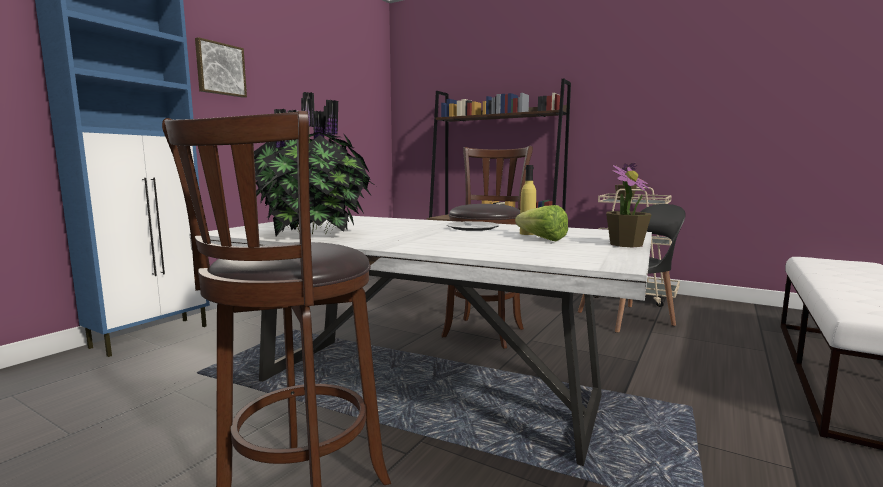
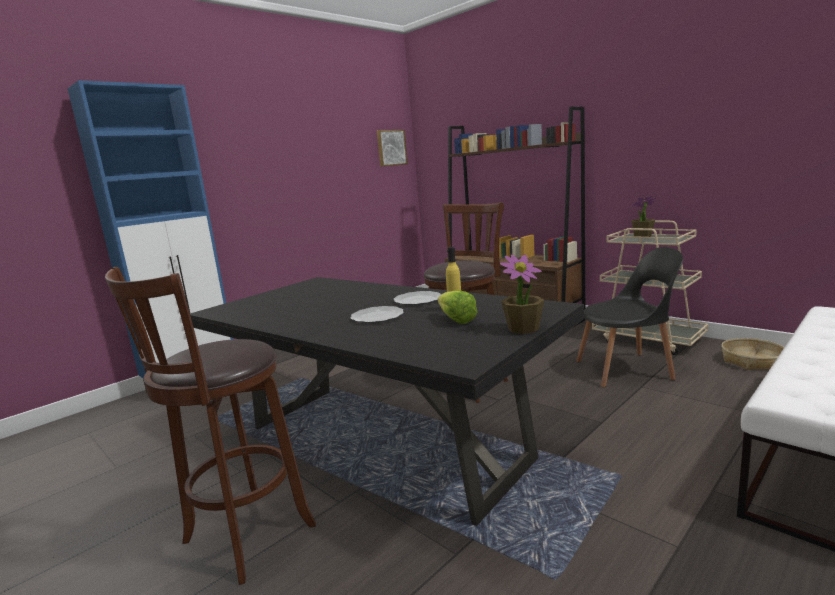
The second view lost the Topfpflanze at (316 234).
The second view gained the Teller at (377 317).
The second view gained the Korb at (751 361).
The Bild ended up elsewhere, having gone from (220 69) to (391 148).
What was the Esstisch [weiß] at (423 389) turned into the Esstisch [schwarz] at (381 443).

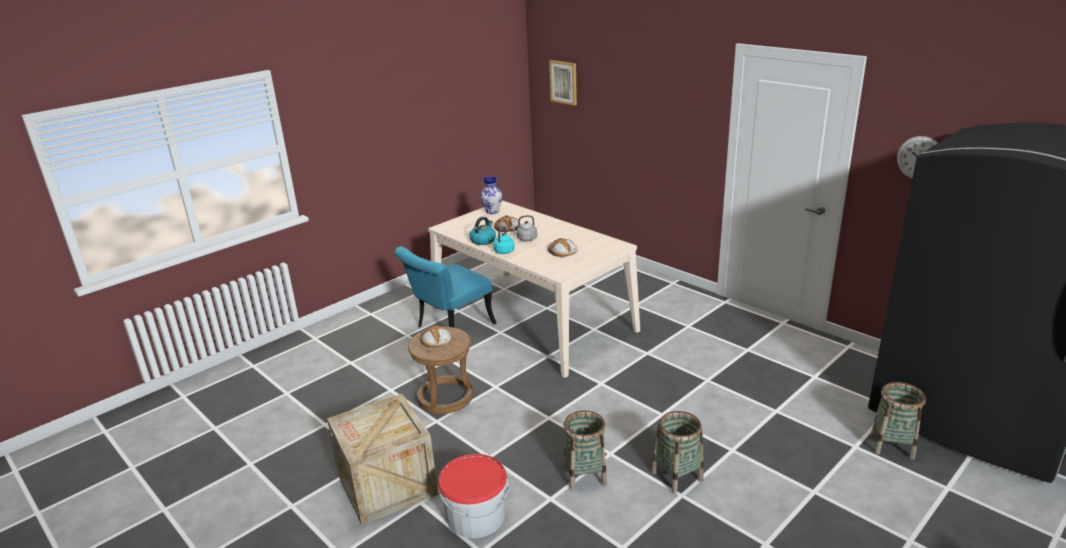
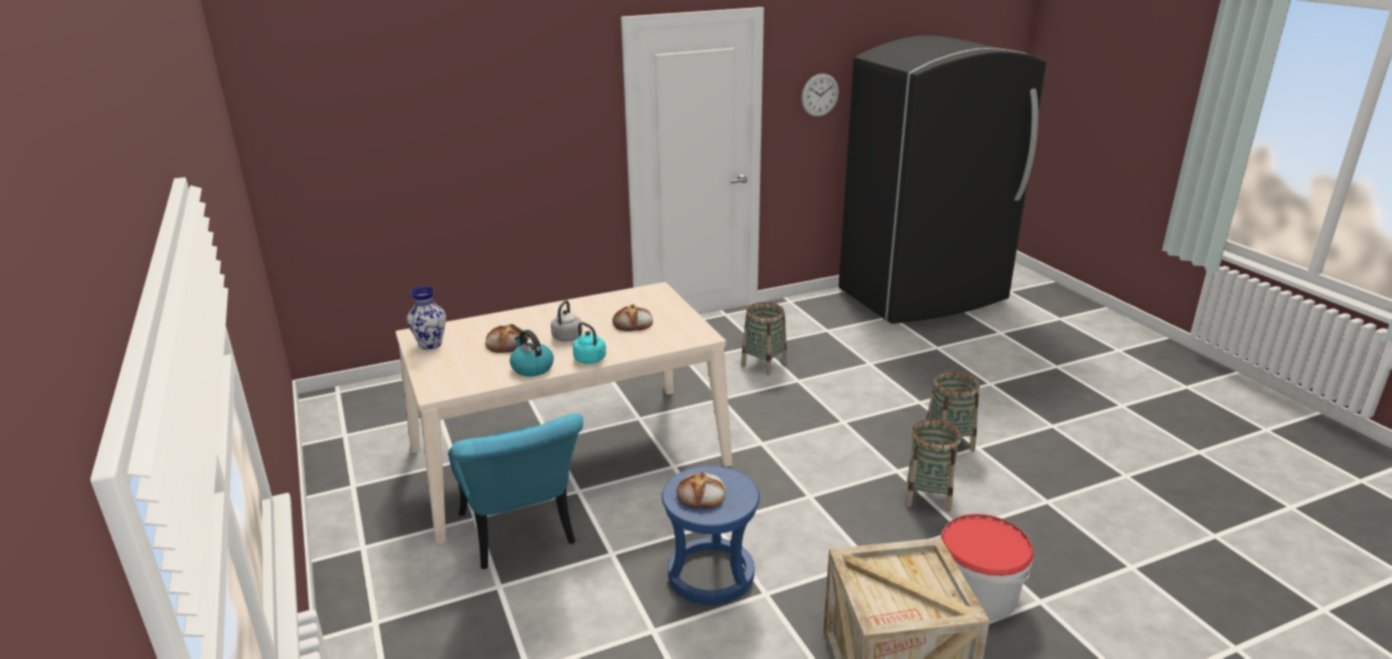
The second view lost the Bild at (564 82).
The Korb ended up elsewhere, having gone from (892 445) to (764 364).
What was the Hocker [braun] at (445 397) turned into the Hocker [blau] at (710 574).

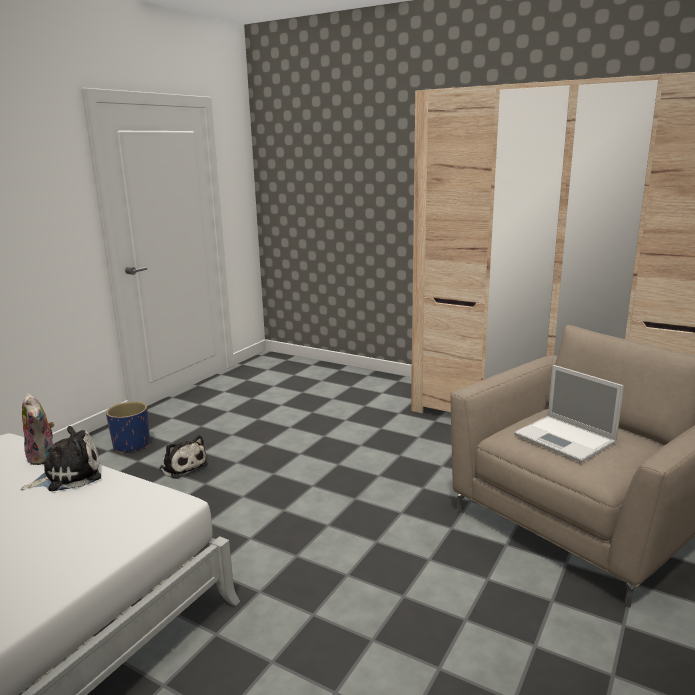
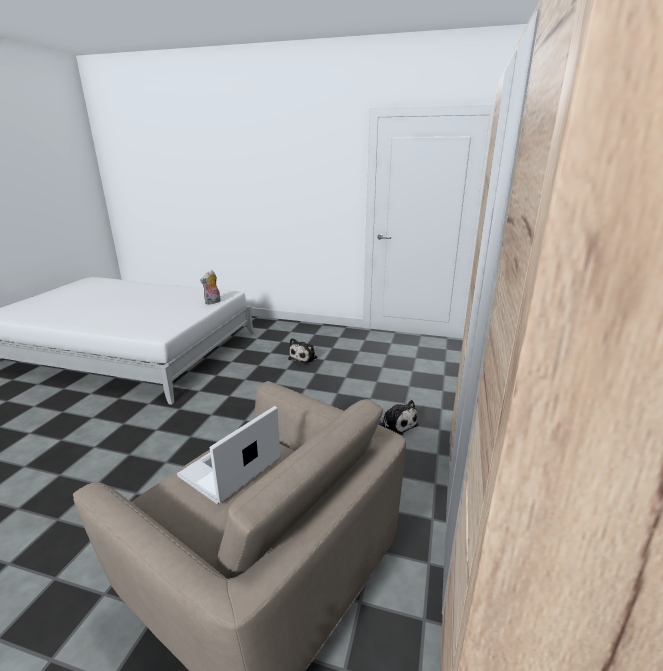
The second view lost the Pflanzkübel [blau] at (132 445).
The Plüschtier ended up elsewhere, having gone from (68 475) to (396 425).

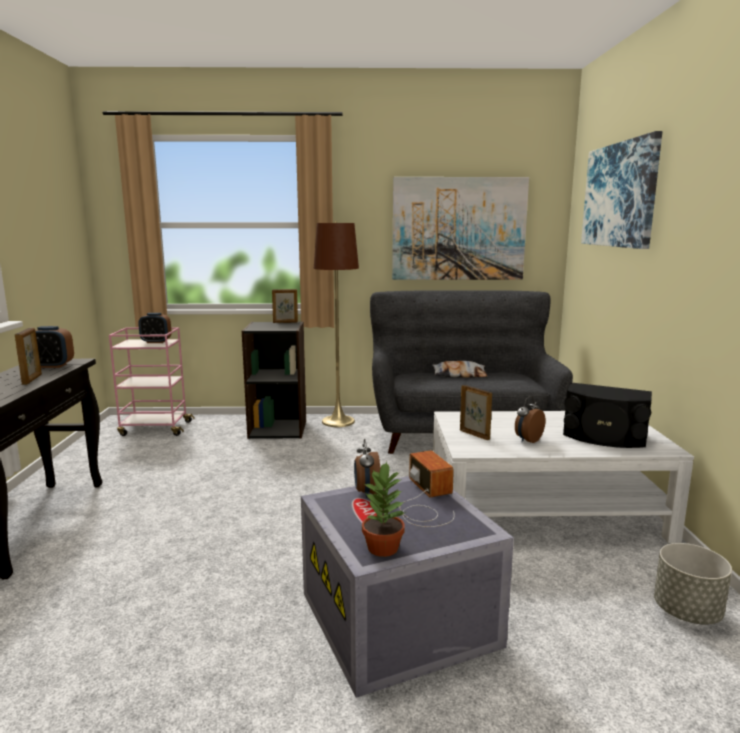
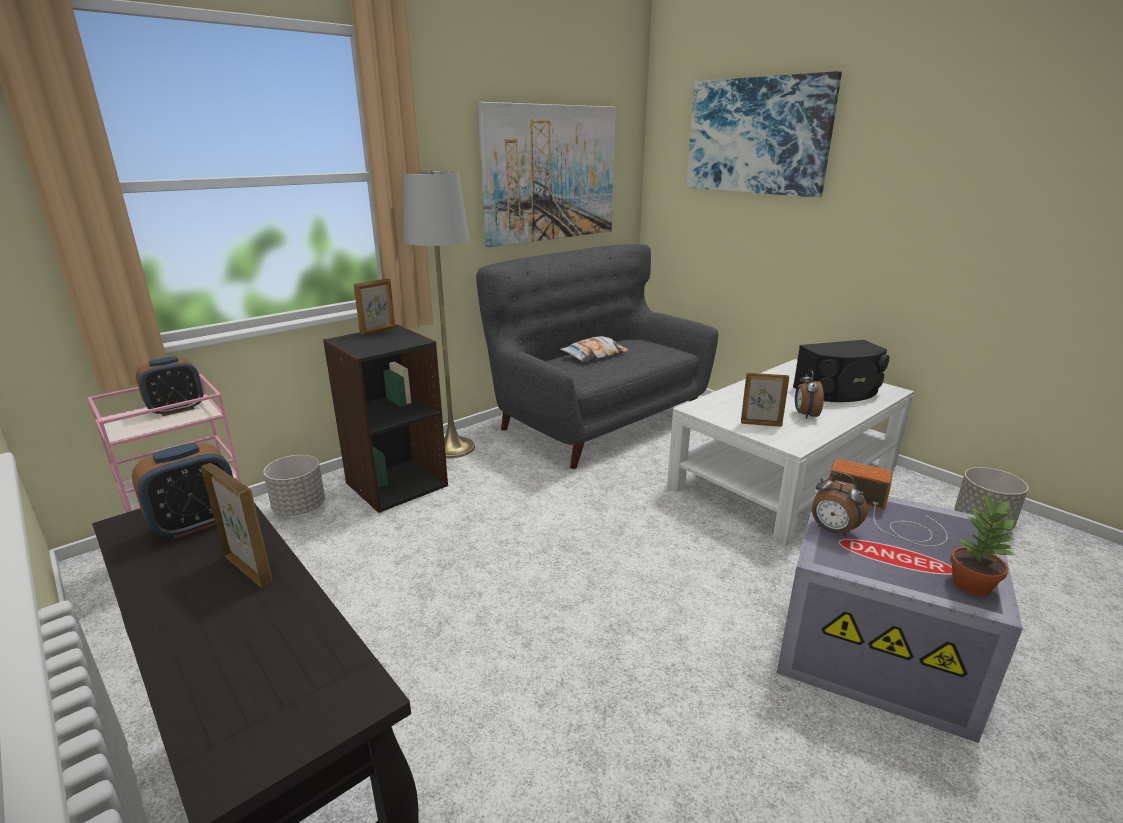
The second view gained the Pflanzkübel [grau] at (300 508).
What was the Stehlampe [braun] at (338 421) turned into the Stehlampe [grau] at (452 447).

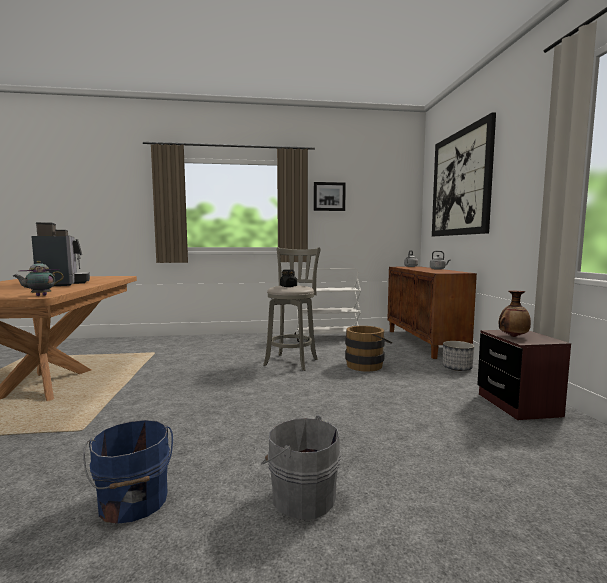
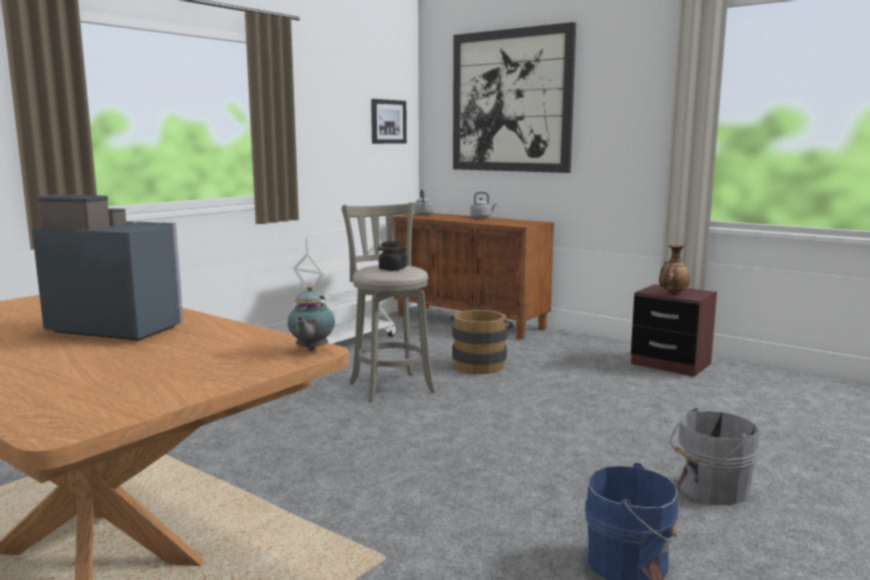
The second view lost the Pflanzkübel at (457 368).
The Bild ended up elsewhere, having gone from (329 196) to (388 121).

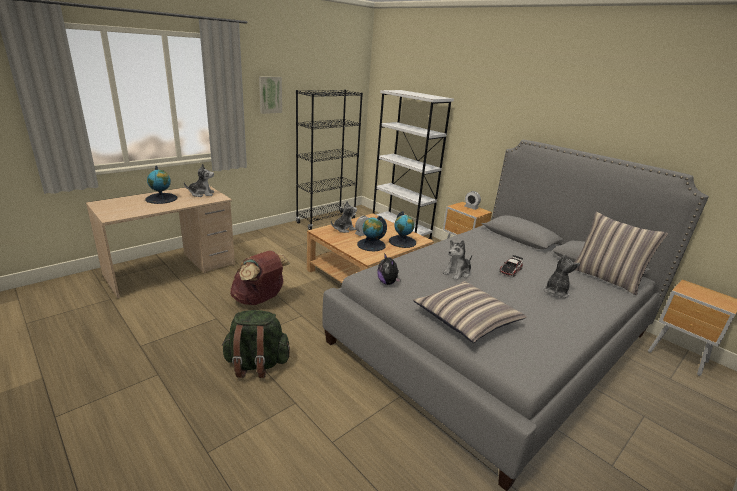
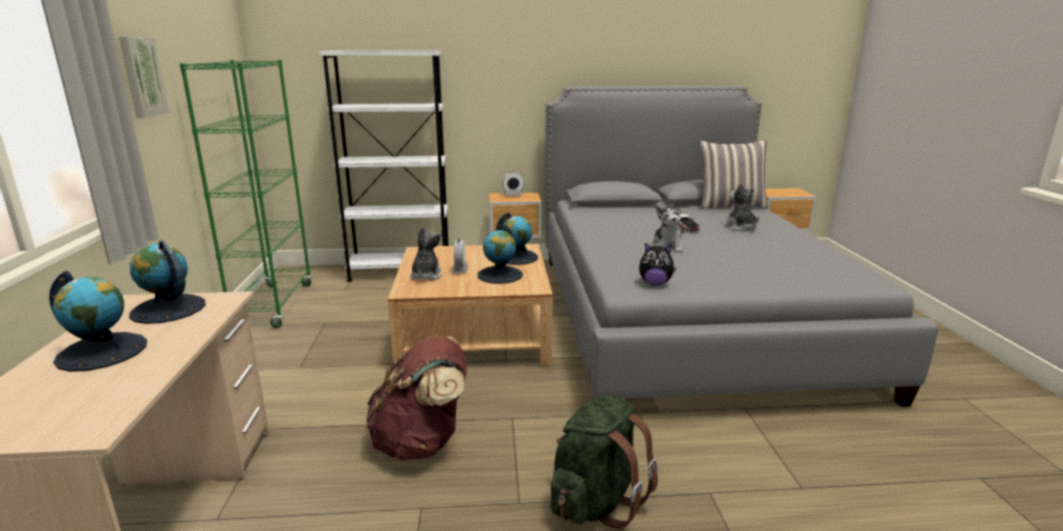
The second view lost the Kissen at (466 319).
Where the Plüschtier stood at (201 194), the Globus came to stand at (168 309).
What was the Bücherregal [schwarz] at (326 220) turned into the Bücherregal [grün] at (274 305).

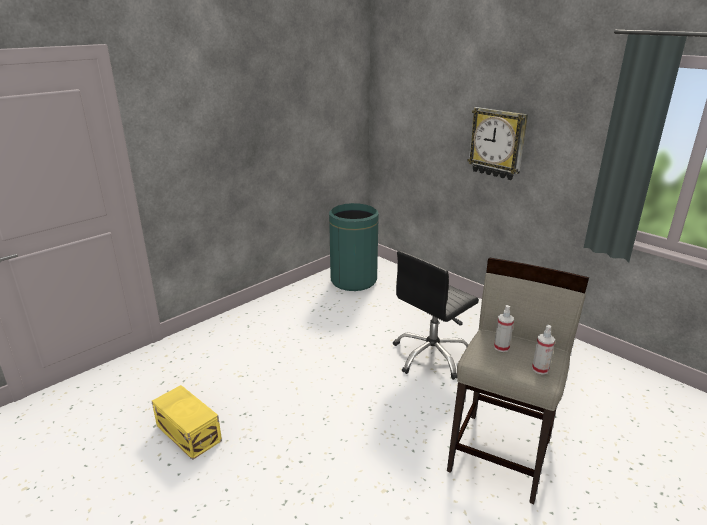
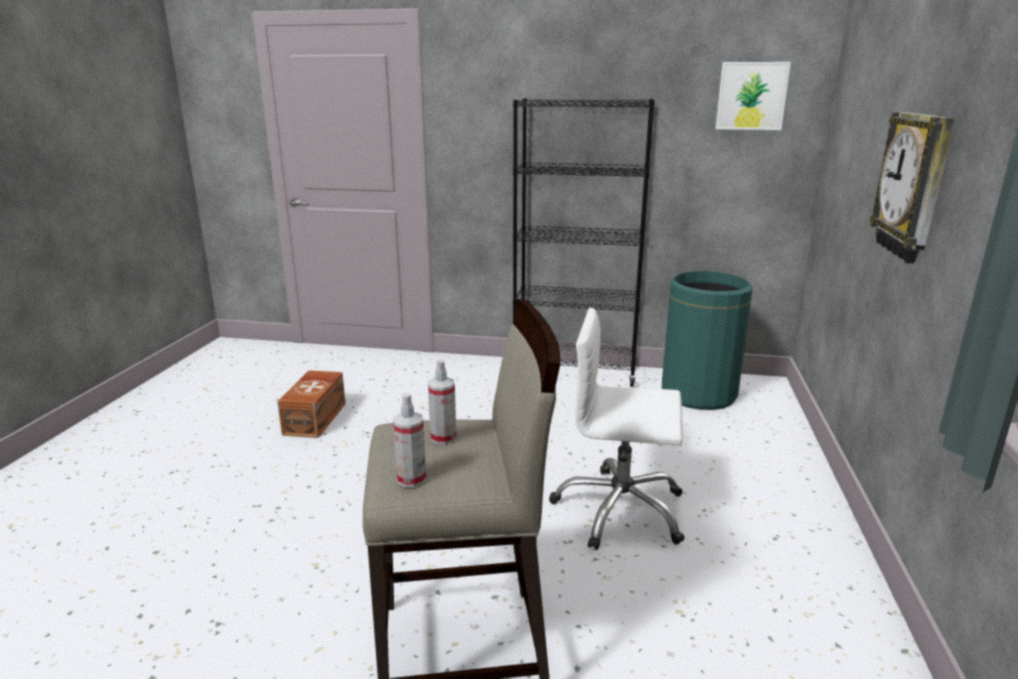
The second view gained the Bücherregal [schwarz] at (574 373).
The second view gained the Bild at (751 96).
What was the Aufbewahrungsbox [gelb] at (189 432) turned into the Aufbewahrungsbox [braun] at (316 418).
What was the Bürostuhl [schwarz] at (431 356) turned into the Bürostuhl [weiß] at (620 510).

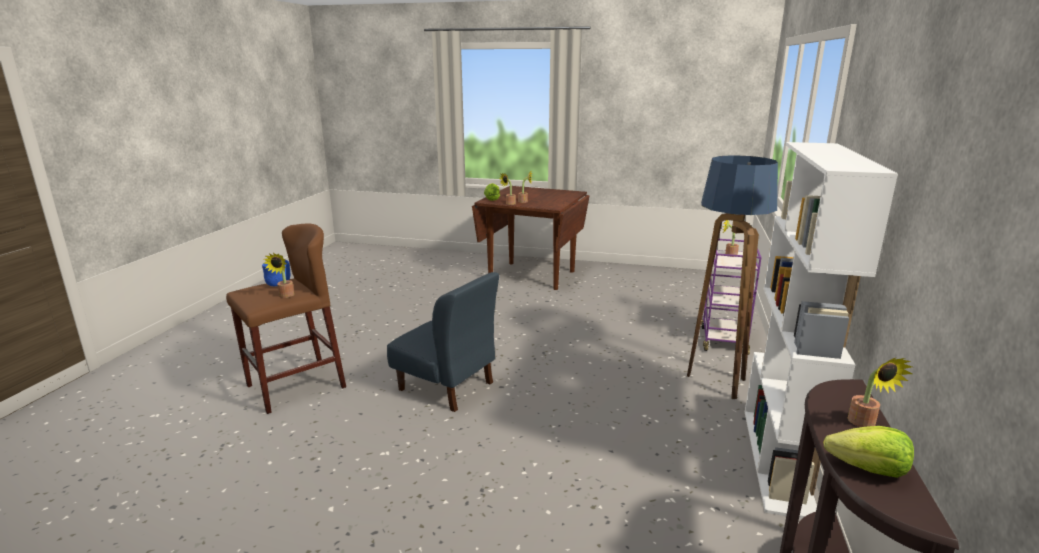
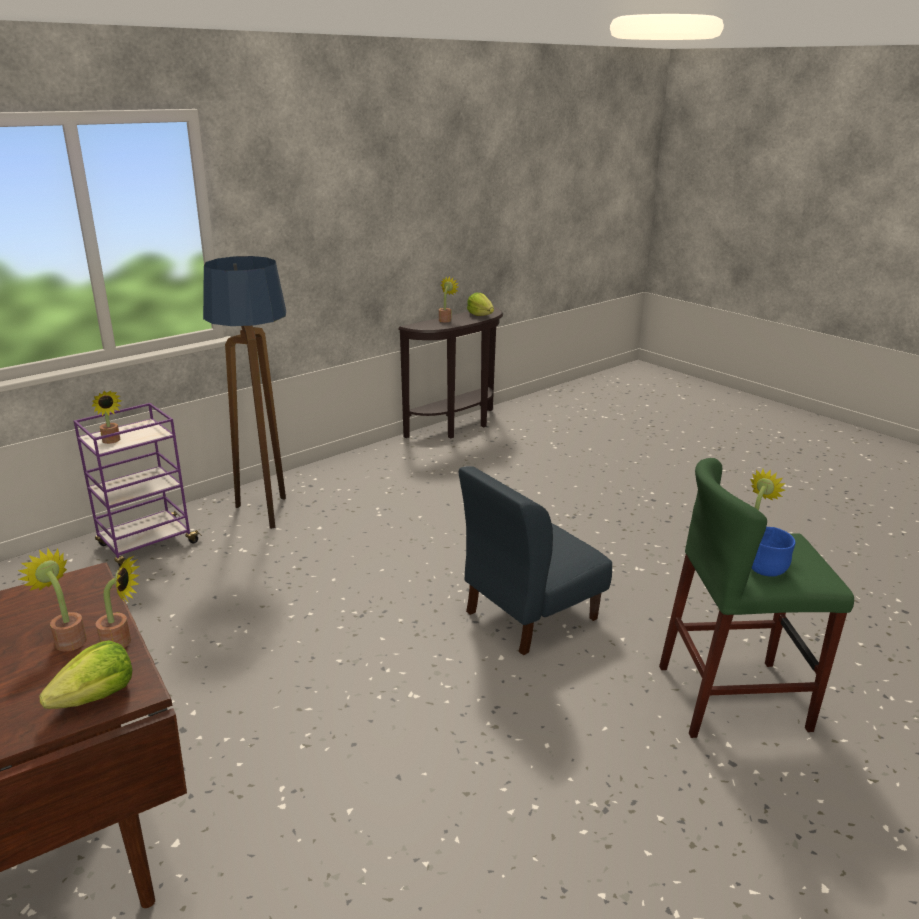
The second view lost the Bücherregal [weiß] at (778 460).
What was the Hocker [braun] at (296 386) turned into the Hocker [grün] at (733 698).
The Stuhl [blau] at (446 386) ended up facing another way, 105 degrees counterclockwise from before.

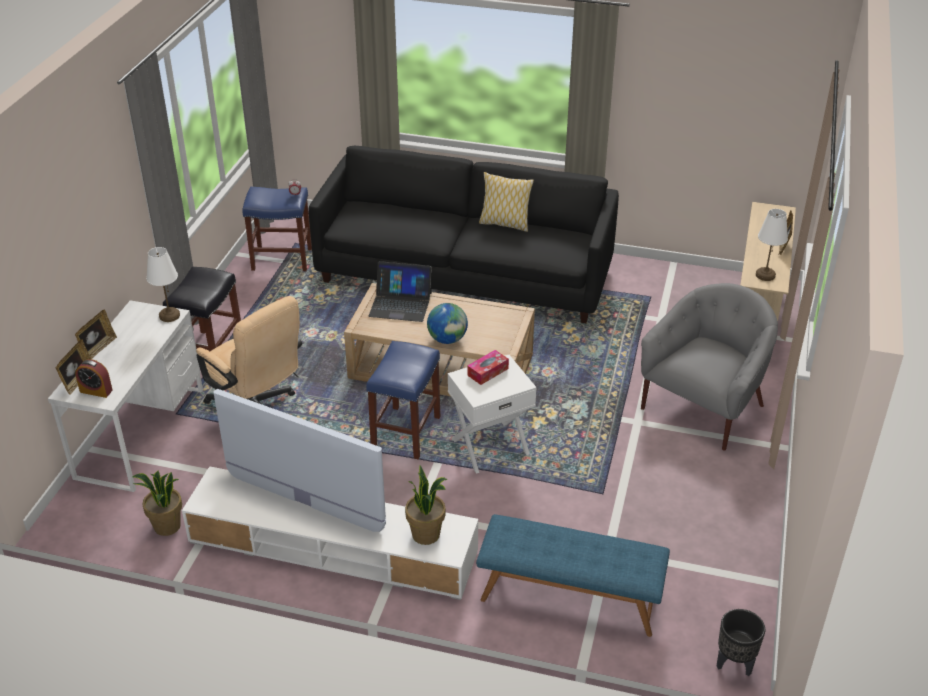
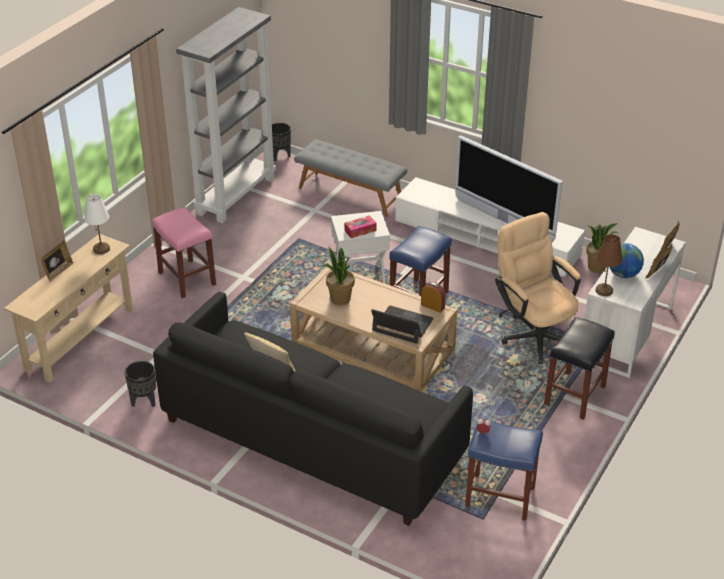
The second view gained the Pflanzkübel [schwarz] at (143 401).
The second view gained the Bücherregal [grau] at (236 195).
The Wecker ended up elsewhere, having gone from (96 391) to (432 306).
The Topfpflanze ended up elsewhere, having gone from (426 534) to (340 299).
The Globus ended up elsewhere, having gone from (447 339) to (623 274).
Where the Sessel [grau] stood at (704 407), the Hocker [rosa] came to stand at (186 278).
What was the Tischlampe [weiß] at (169 316) turned into the Tischlampe [braun] at (604 290).
What was the Bank [blau] at (569 597) turned into the Bank [grau] at (351 194).

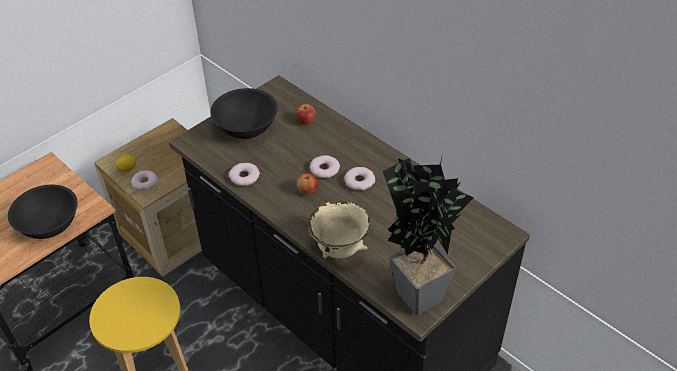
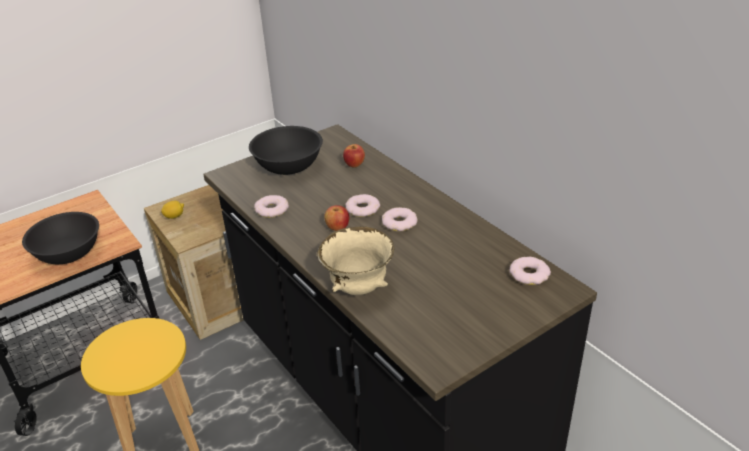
The second view lost the Topfpflanze at (418 290).
The Donut ended up elsewhere, having gone from (145 182) to (529 274).

